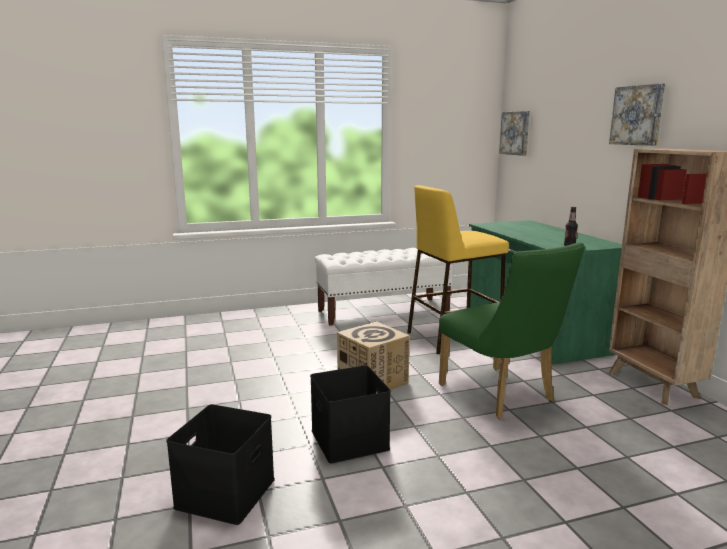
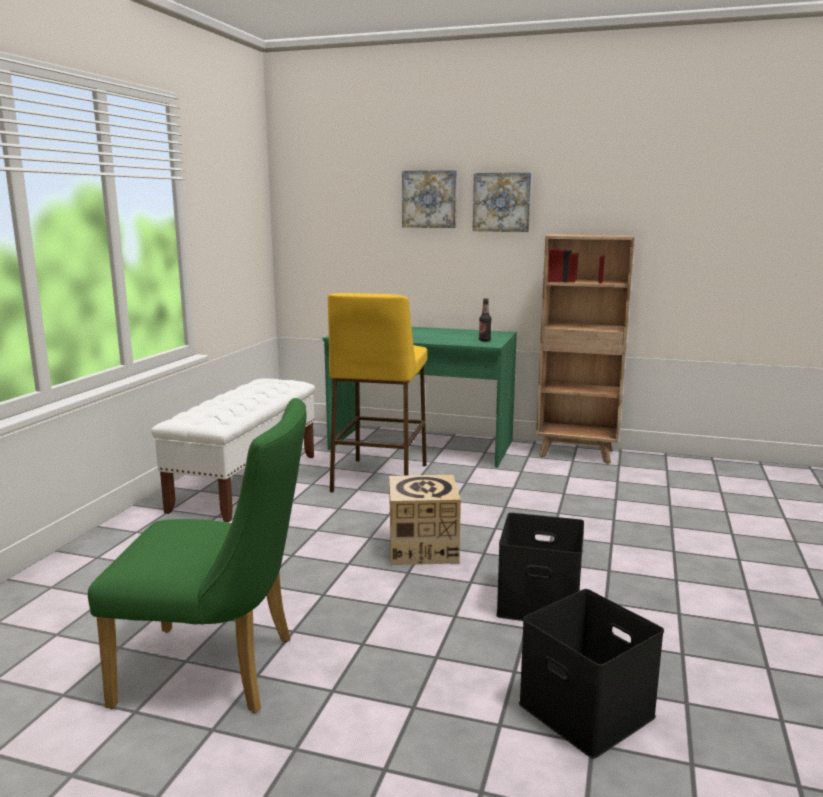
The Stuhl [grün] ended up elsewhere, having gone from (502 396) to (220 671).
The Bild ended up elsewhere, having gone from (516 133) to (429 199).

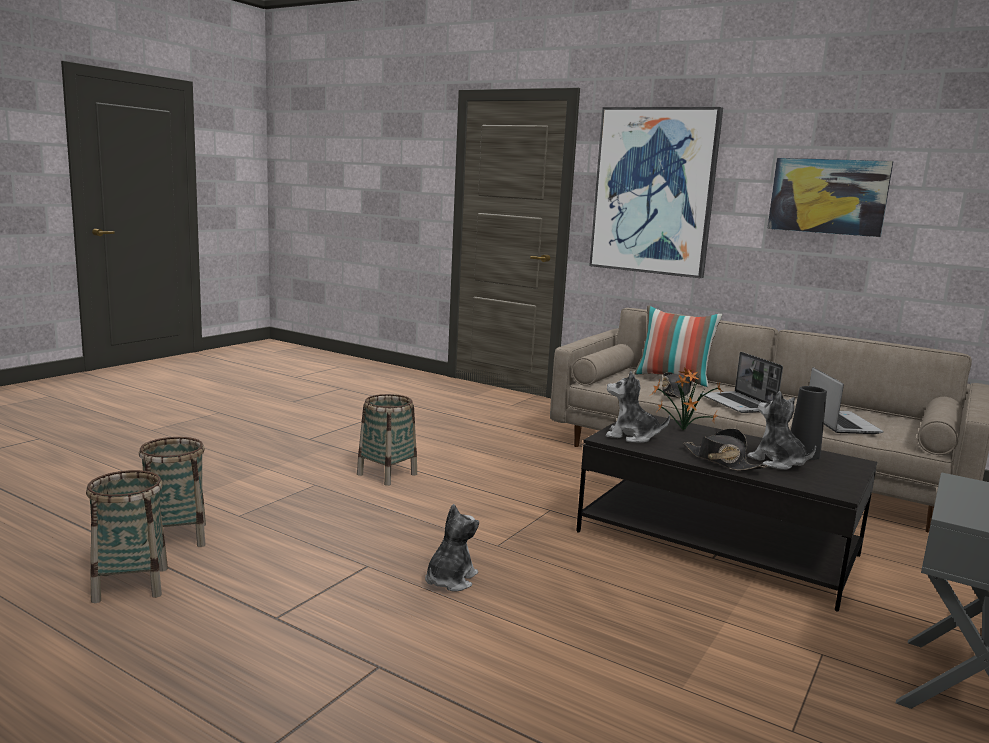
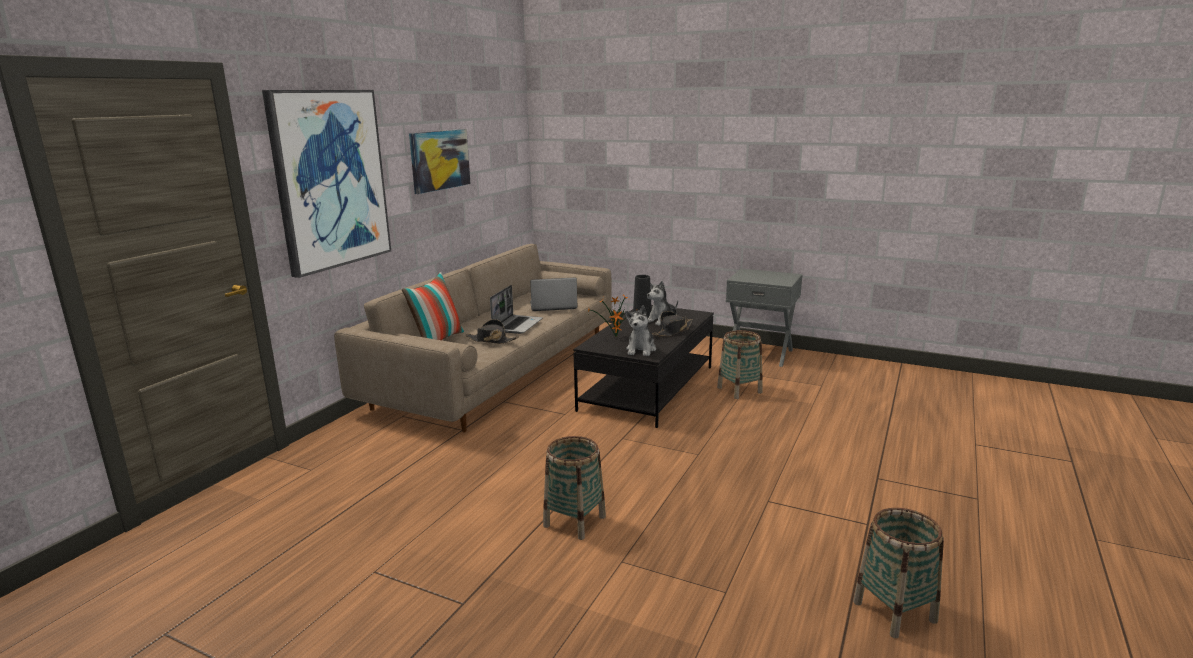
The second view lost the Plüschtier at (449 580).
The Korb ended up elsewhere, having gone from (176 537) to (739 390).
The Laptop at (738 404) ended up facing another way, 45 degrees counterclockwise from before.

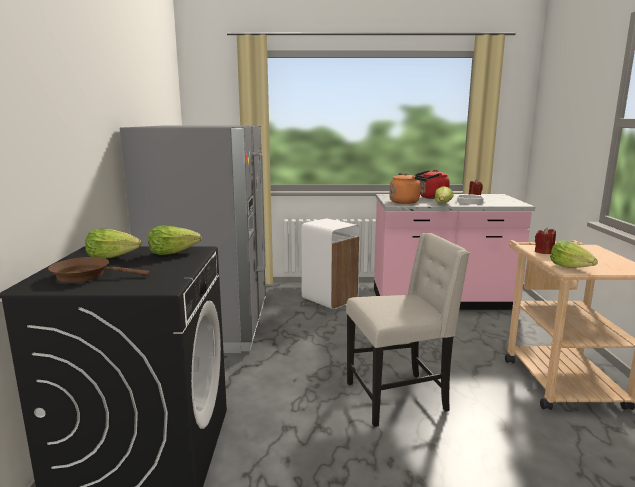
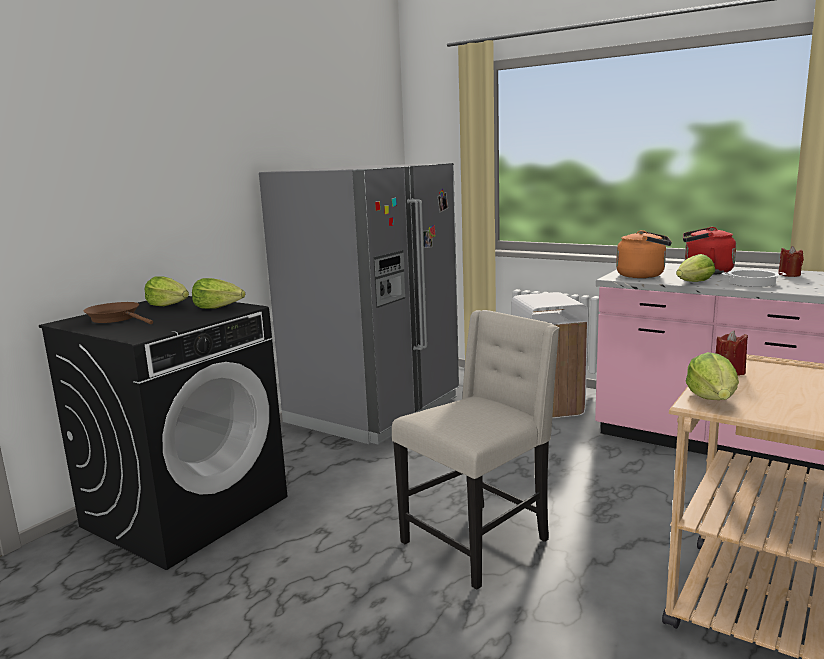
The Stuhl [beige] at (398 397) ended up facing another way, 60 degrees counterclockwise from before.

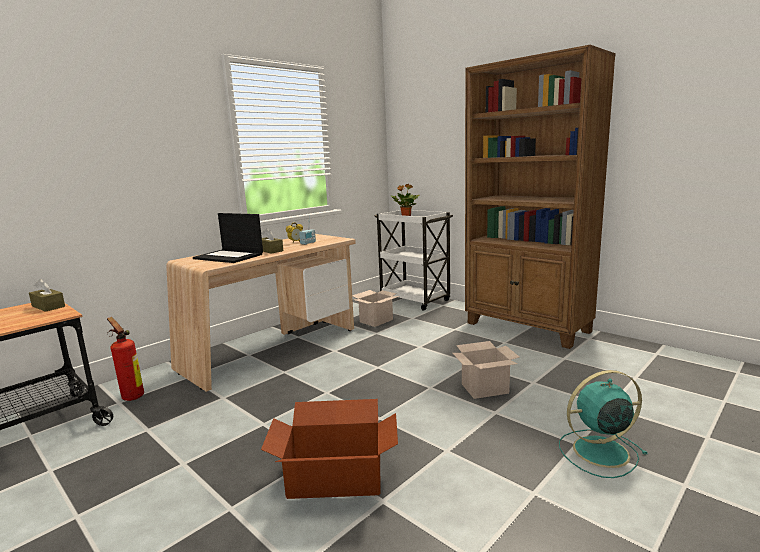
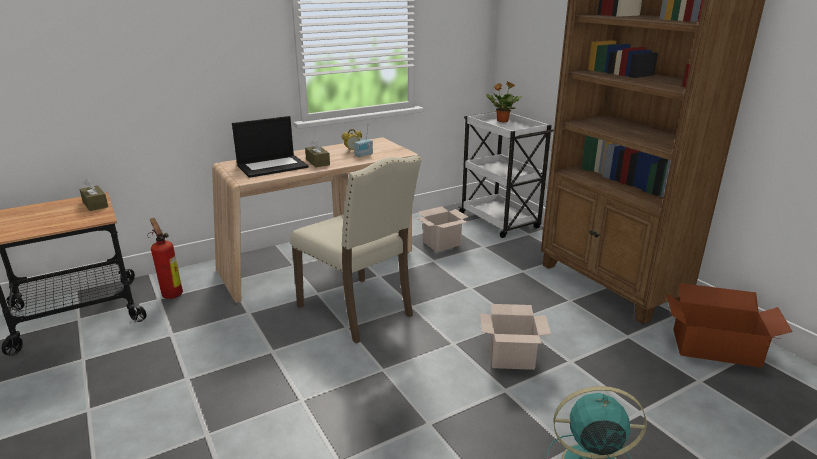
The second view gained the Stuhl [beige] at (358 310).
The Karton ended up elsewhere, having gone from (334 476) to (714 347).
The Laptop at (229 256) ended up facing another way, 75 degrees counterclockwise from before.

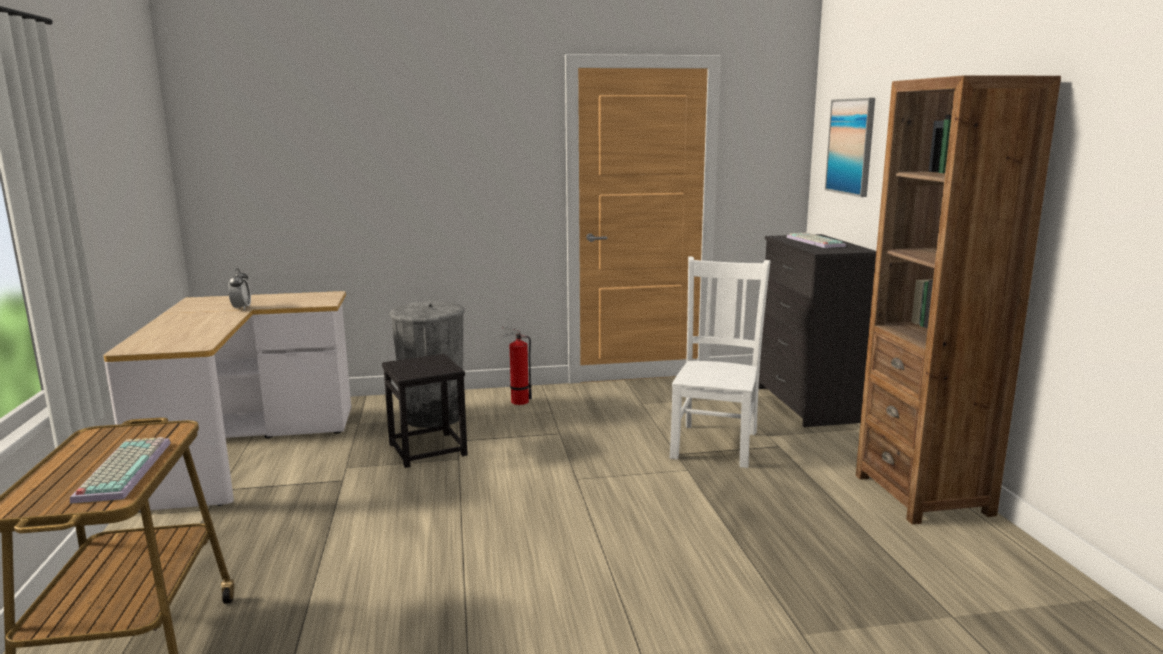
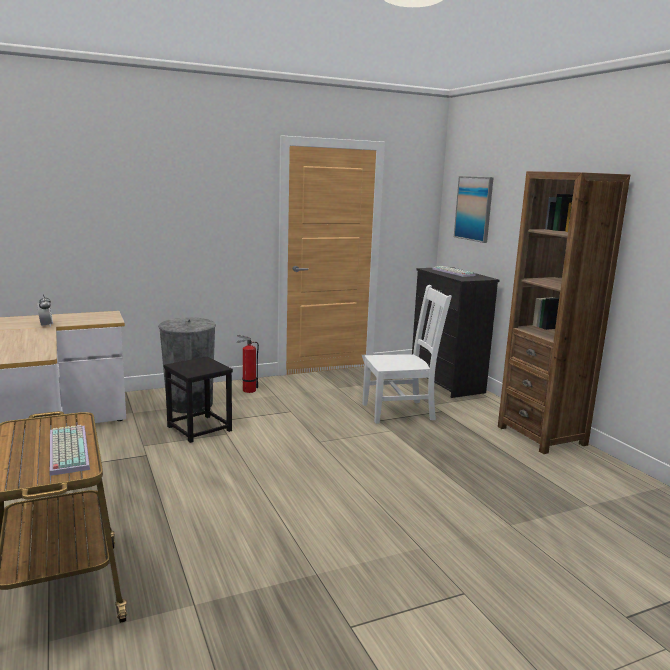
The Stuhl [weiß] at (715 443) ended up facing another way, 75 degrees clockwise from before.

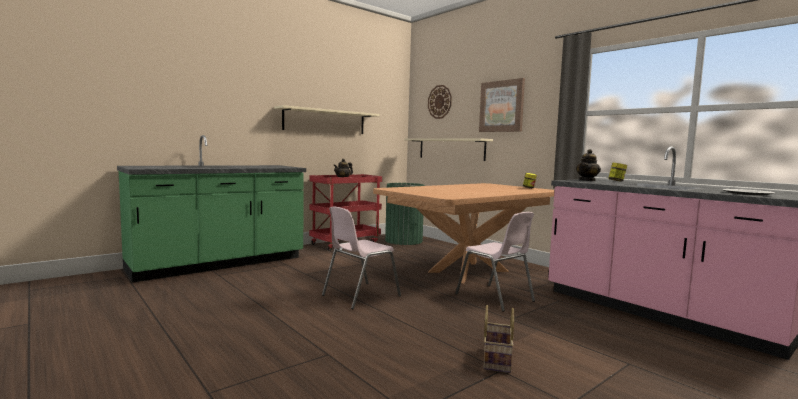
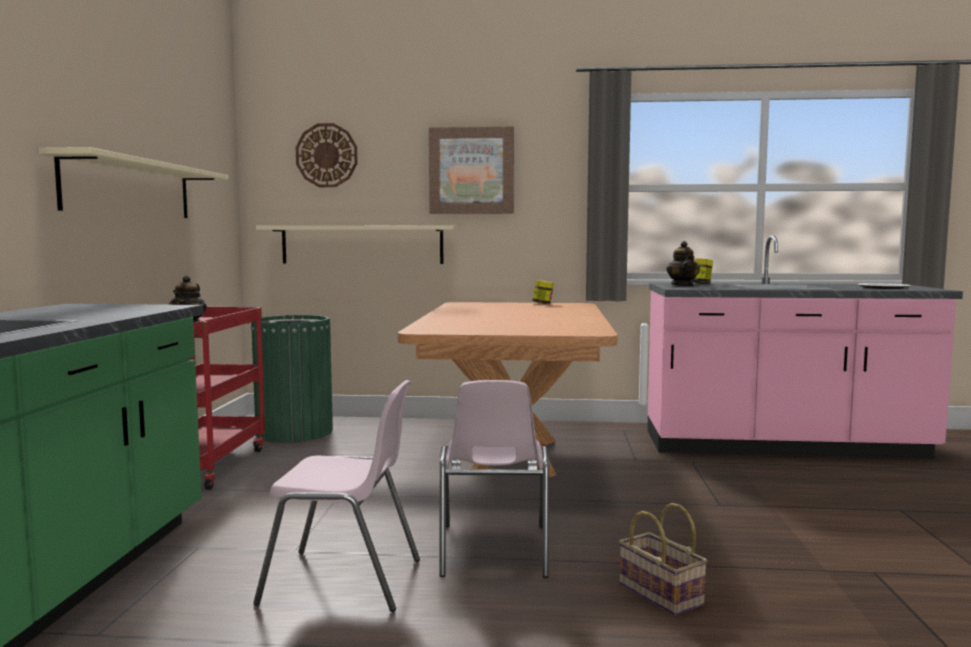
The Stuhl [rosa] ended up elsewhere, having gone from (495 298) to (345 581).
The Korb ended up elsewhere, having gone from (496 359) to (657 593).

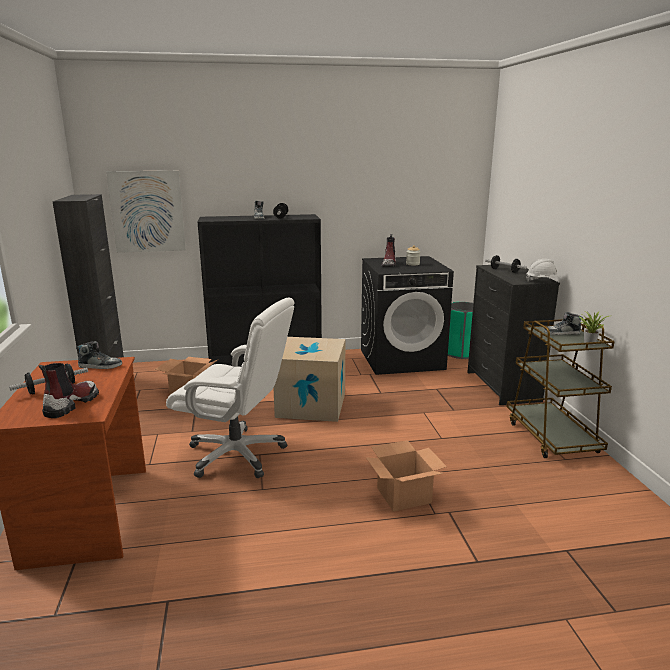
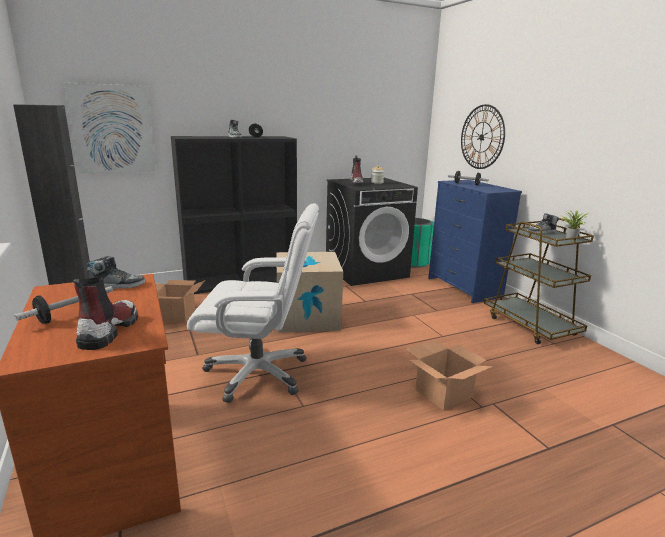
The second view lost the Schutzhelm [weiß] at (542 281).
The second view gained the Wanduhr at (482 137).
What was the Kommode [schwarz] at (502 386) turned into the Kommode [blau] at (463 287).

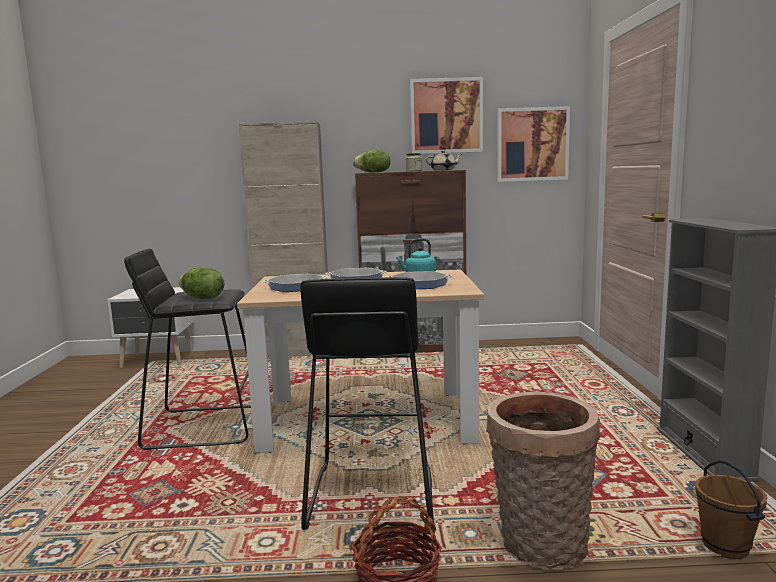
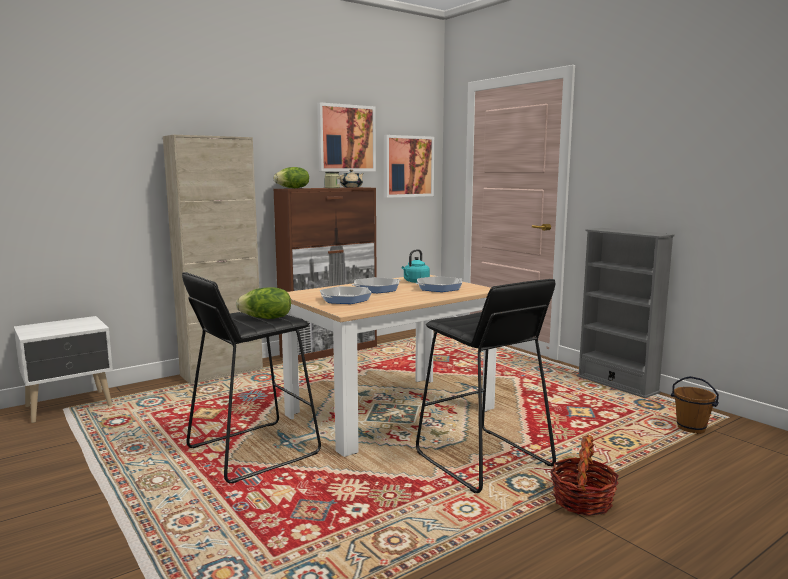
The second view lost the Korb at (539 547).

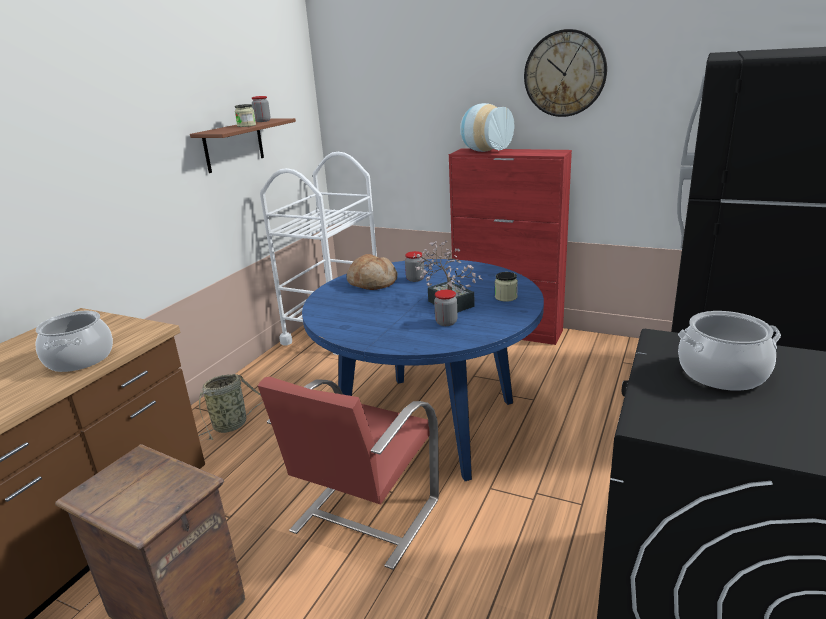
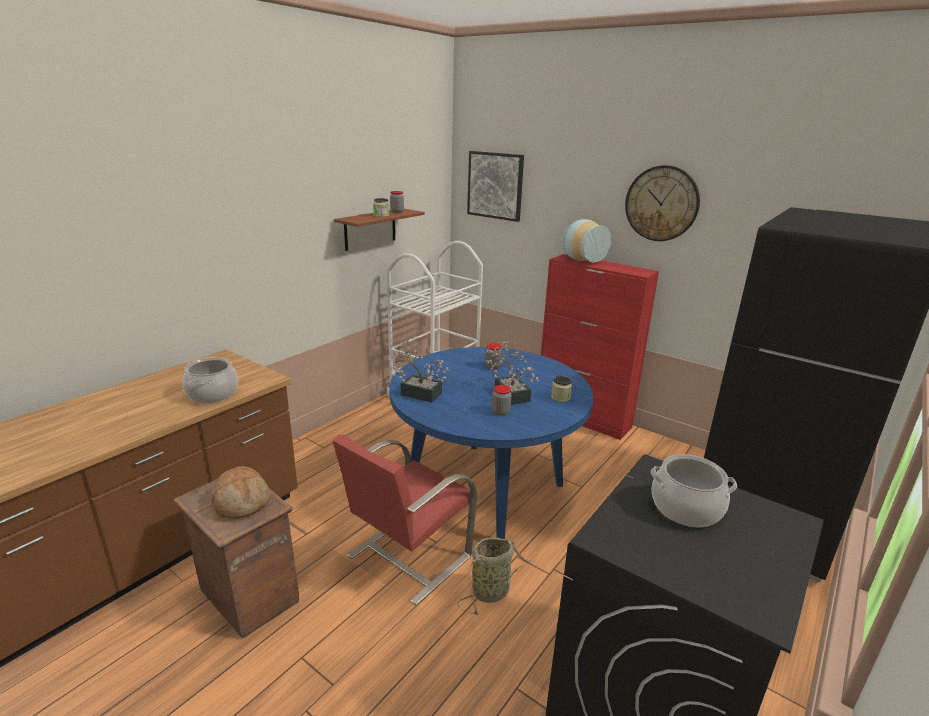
The second view gained the Topfpflanze at (417 392).
The second view gained the Bild at (495 185).
The Korb ended up elsewhere, having gone from (232 424) to (492 591).
The Brot ended up elsewhere, having gone from (372 282) to (241 502).

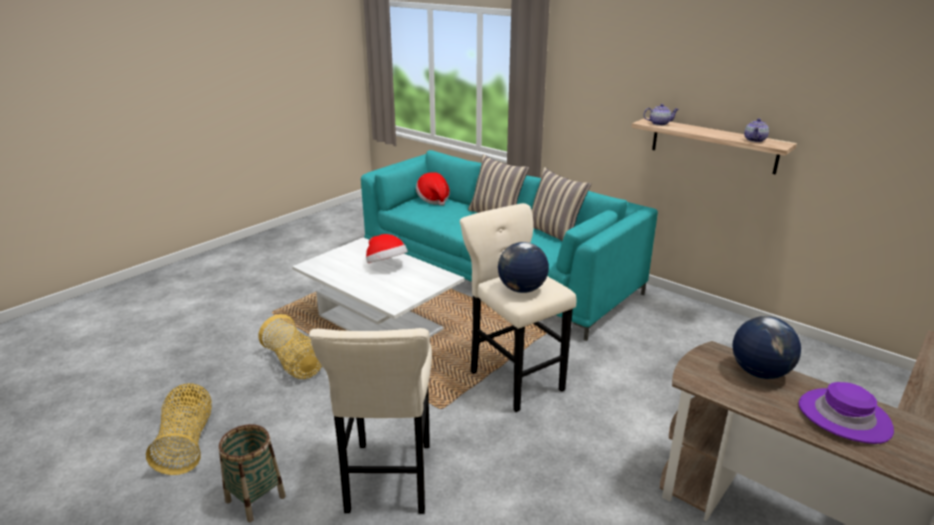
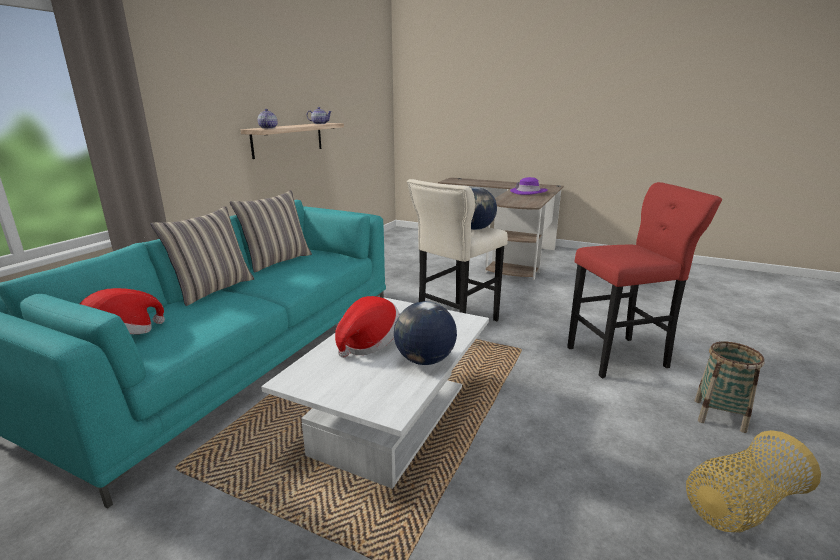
The second view lost the Korb at (294 364).
The Globus ended up elsewhere, having gone from (759 372) to (424 360).
What was the Hocker [beige] at (388 482) turned into the Hocker [rot] at (621 356).

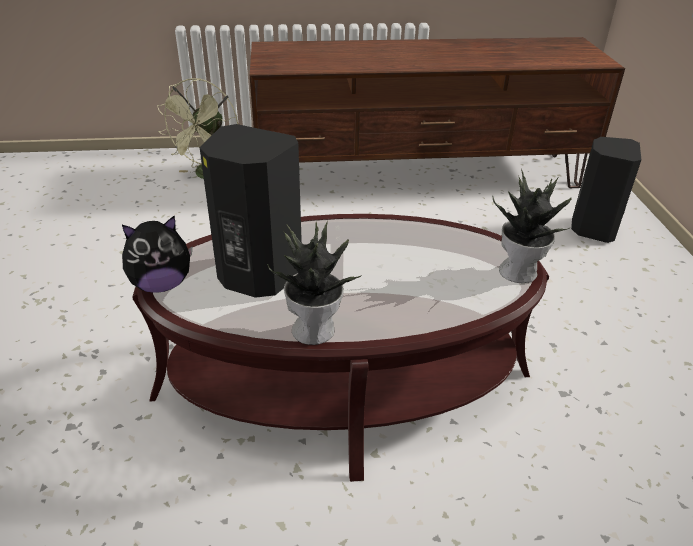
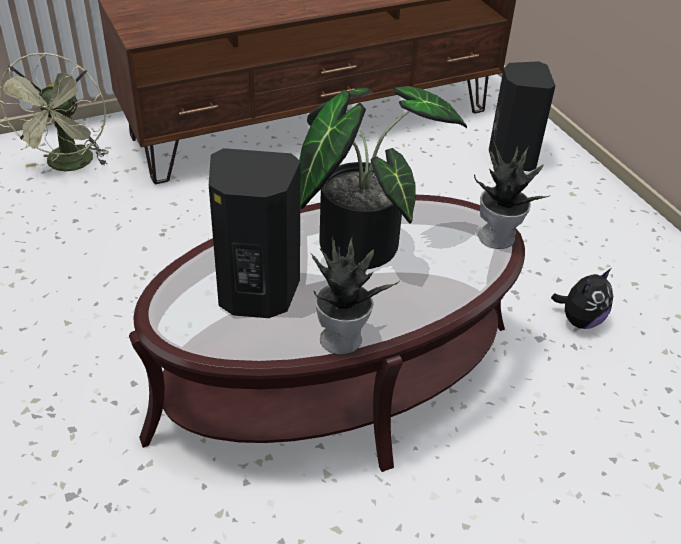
The second view gained the Topfpflanze at (359 239).
The Plüschtier ended up elsewhere, having gone from (161 285) to (579 320).

